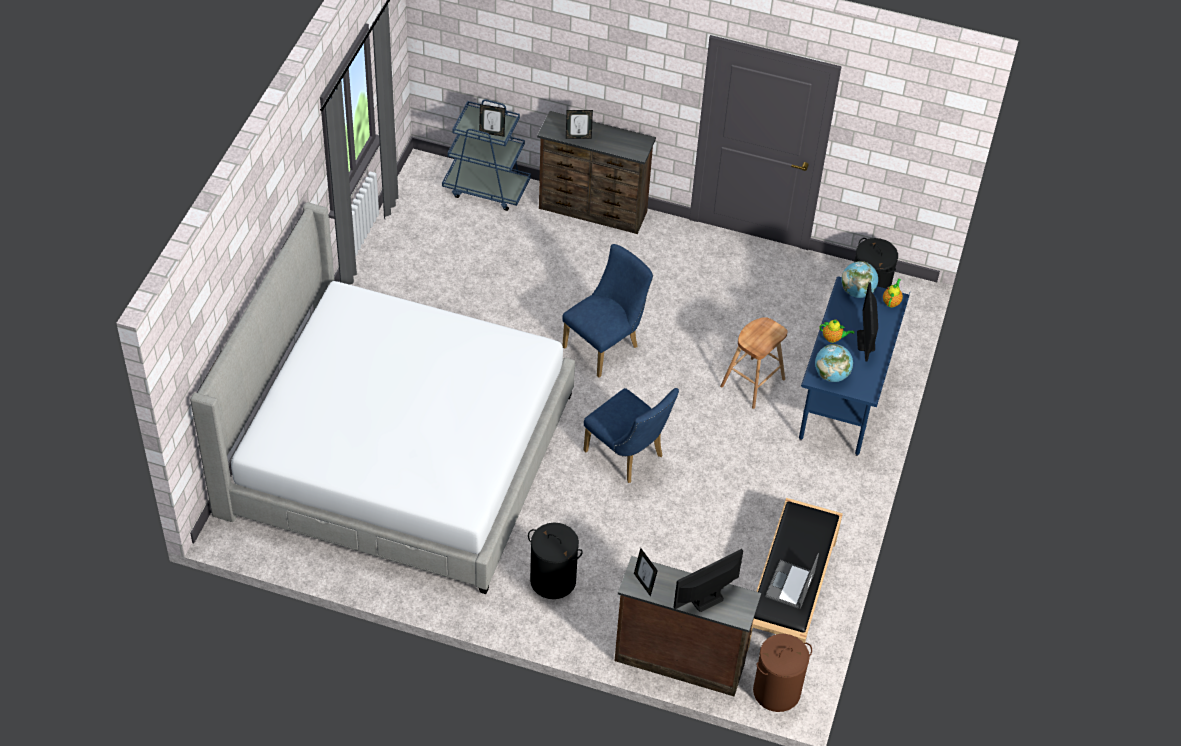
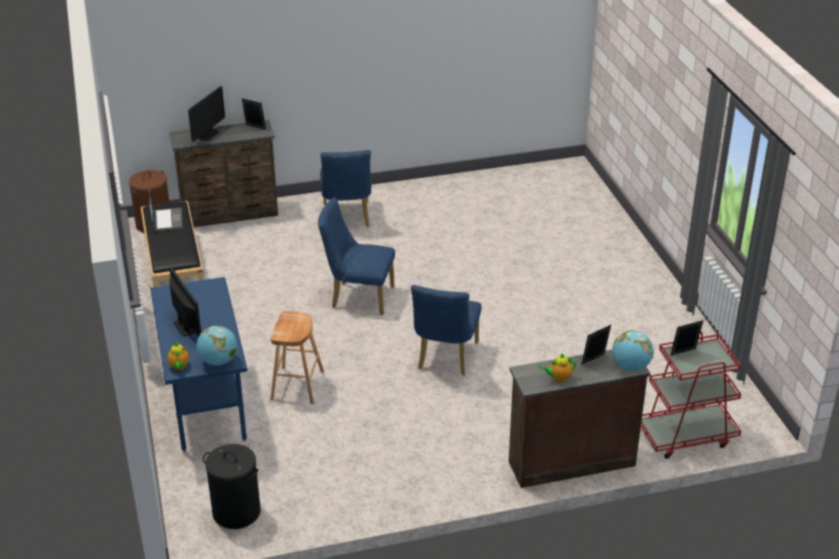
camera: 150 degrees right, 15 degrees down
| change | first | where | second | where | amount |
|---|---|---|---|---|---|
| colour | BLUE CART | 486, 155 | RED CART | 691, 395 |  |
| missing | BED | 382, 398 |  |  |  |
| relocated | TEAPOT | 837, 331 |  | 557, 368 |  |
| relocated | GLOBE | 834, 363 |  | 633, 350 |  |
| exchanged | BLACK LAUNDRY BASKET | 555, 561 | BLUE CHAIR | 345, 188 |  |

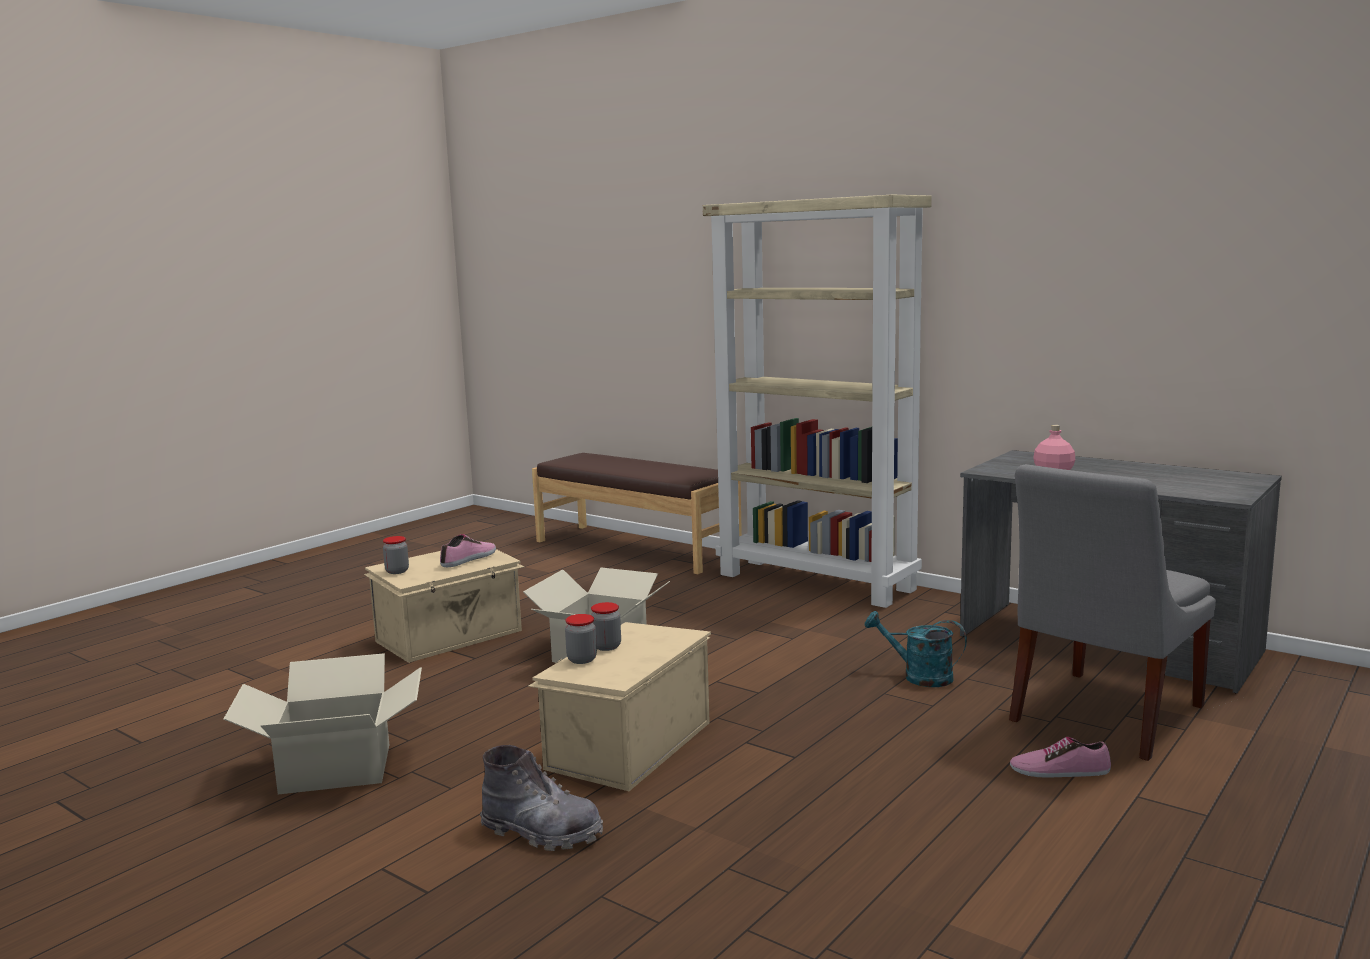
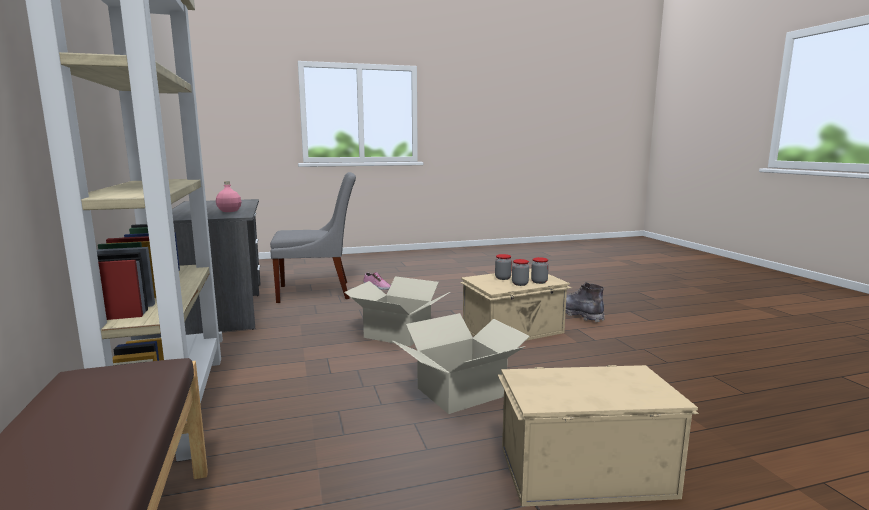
camera: 145 degrees left, 0 degrees up
| change | first | where | second | where | amount |
|---|---|---|---|---|---|
| missing | SHOE | 468, 550 |  |  |  |
| relocated | JAR | 396, 555 |  | 503, 267 |  |
| missing | TURQUOISE WATERING CAN | 916, 649 |  |  |  |
| relocated | CARDBOARD BOX | 323, 724 |  | 397, 311 |  |

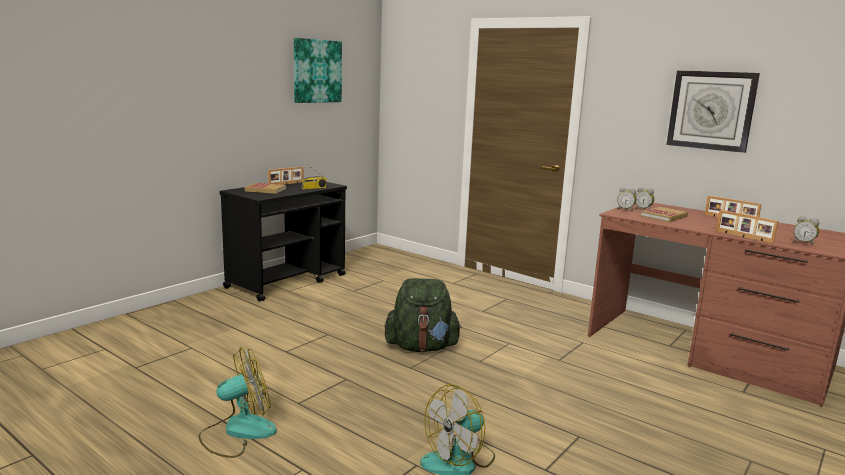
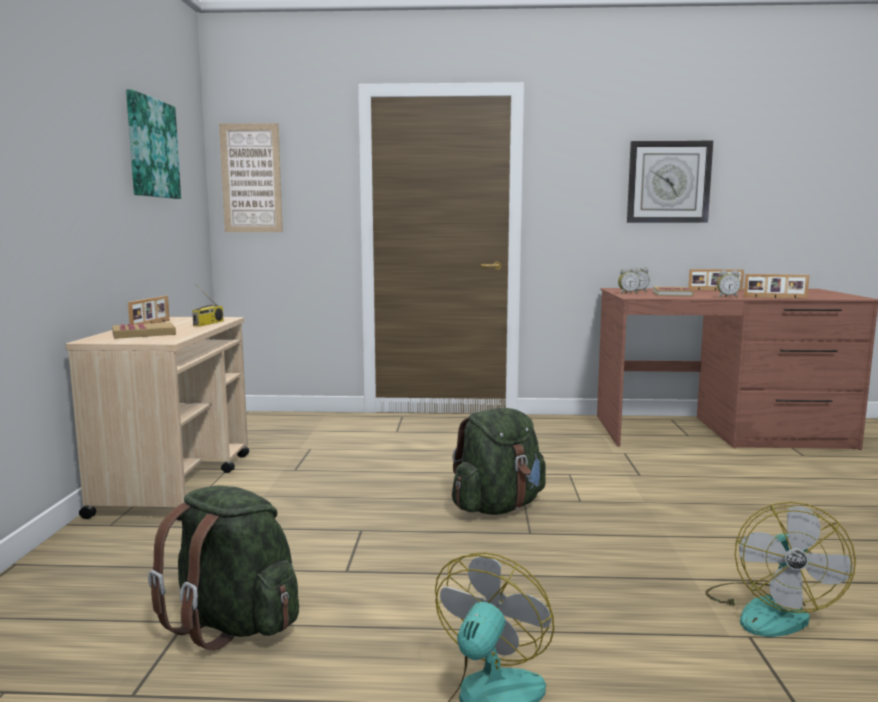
camera: 35 degrees left, 5 degrees down
| change | first | where | second | where | amount |
|---|---|---|---|---|---|
| colour | BLACK CART | 283, 242 | BEIGE CART | 157, 419 |  |
| relocated | ALARM CLOCK | 806, 231 |  | 729, 284 |  |
| appeared |  |  | PICTURE | 251, 177 |  |
| appeared |  |  | GREEN BACKPACK | 223, 568 |  |

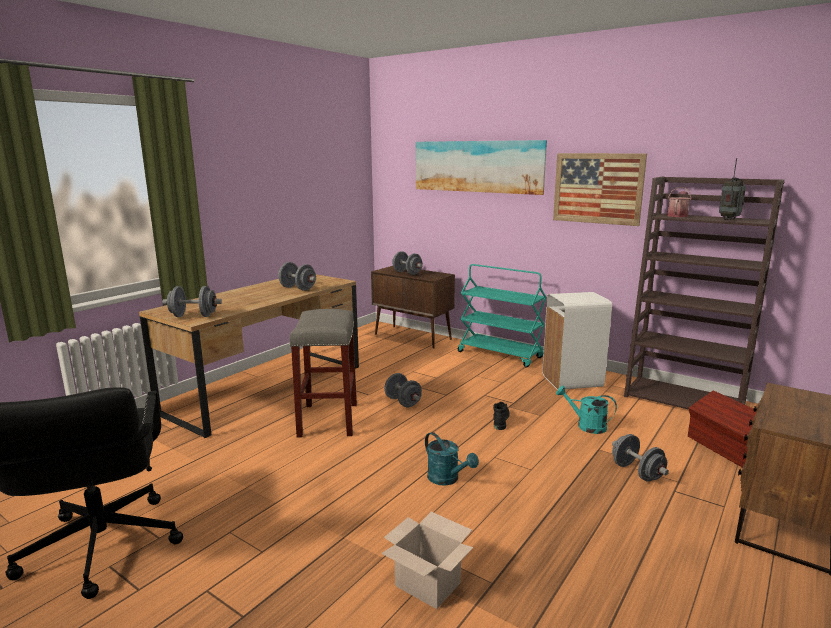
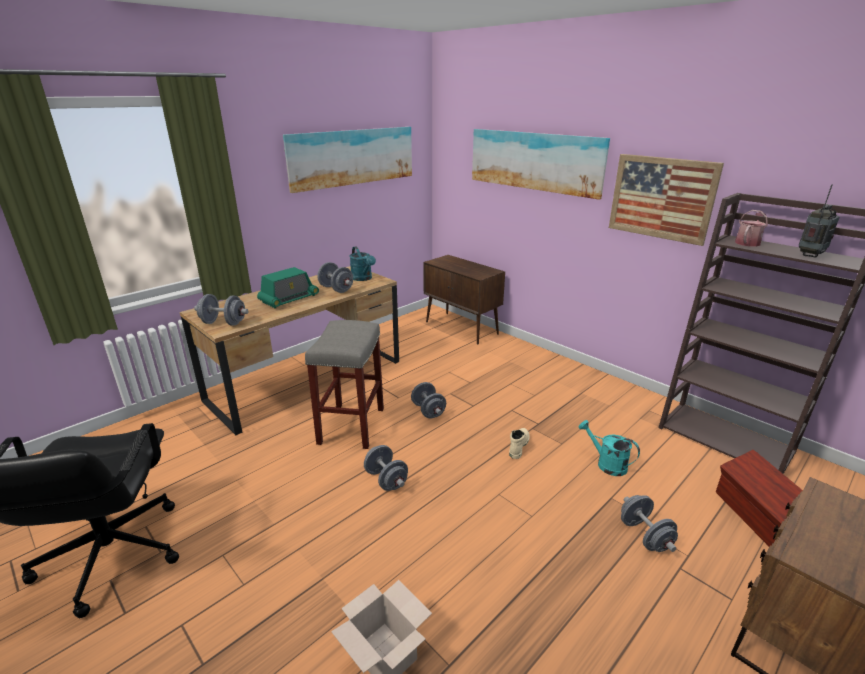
camera: 10 degrees right, 10 degrees up
| change | first | where | second | where | amount |
|---|---|---|---|---|---|
| relocated | GREY DUMBBELL | 407, 263 |  | 386, 468 |  |
| missing | TURQUOISE CART | 502, 316 |  |  |  |
| missing | WHITE TRASH CAN | 577, 341 |  |  |  |
| colour | BLACK BOOT | 501, 416 | BEIGE BOOT | 519, 443 |  |
| relocated | TURQUOISE WATERING CAN | 452, 459 |  | 363, 264 |  |
| appeared |  |  | PICTURE | 347, 160 |  |
| appeared |  |  | RADIO | 288, 288 |  |

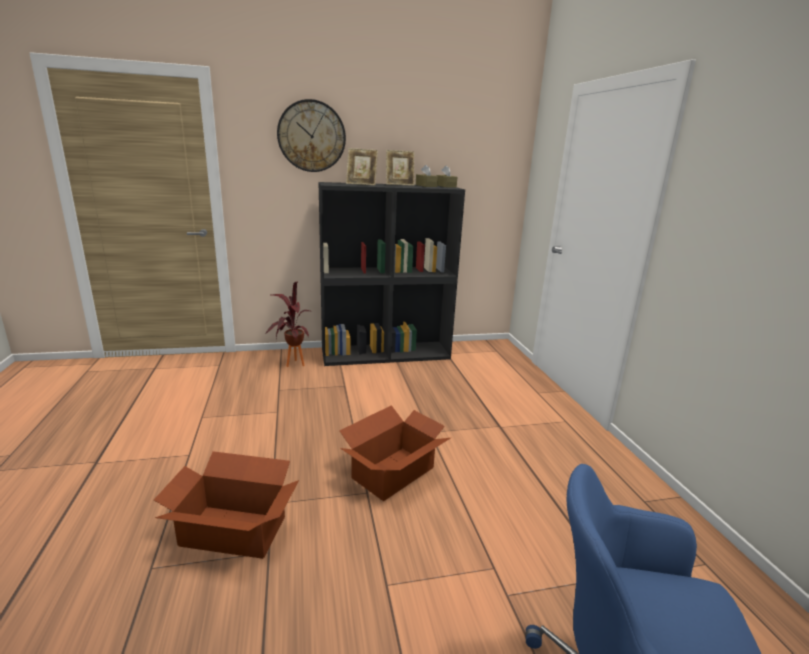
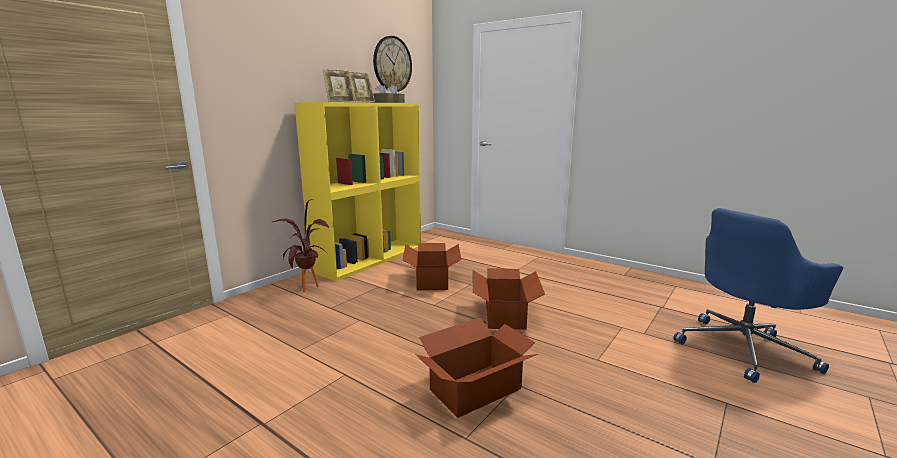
camera: 40 degrees left, 5 degrees down
| change | first | where | second | where | amount |
|---|---|---|---|---|---|
| relocated | WALL CLOCK | 311, 135 |  | 392, 64 |  |
| colour | BLACK BOOKCASE | 392, 274 | YELLOW BOOKCASE | 358, 191 |  |
| appeared |  |  | CARDBOARD BOX | 432, 266 |  |

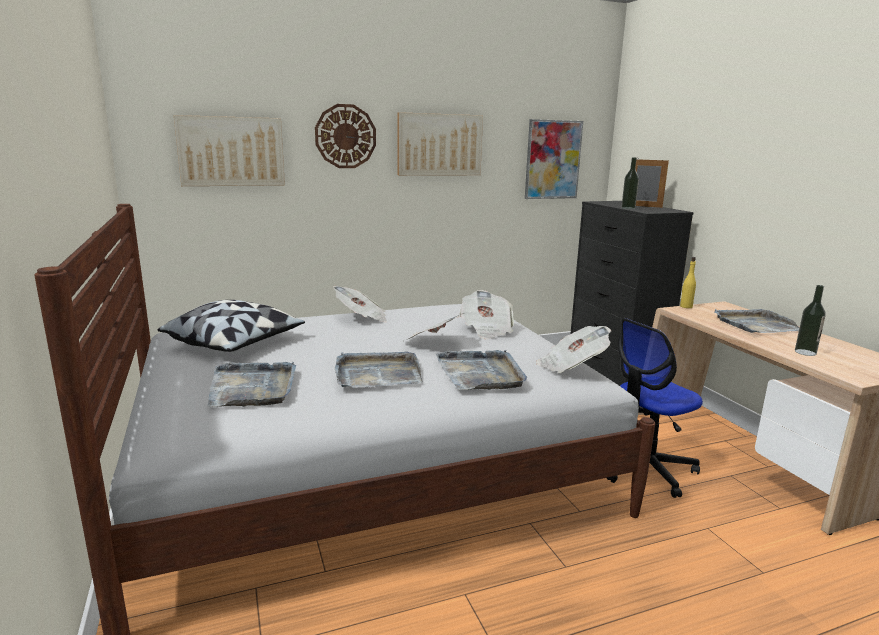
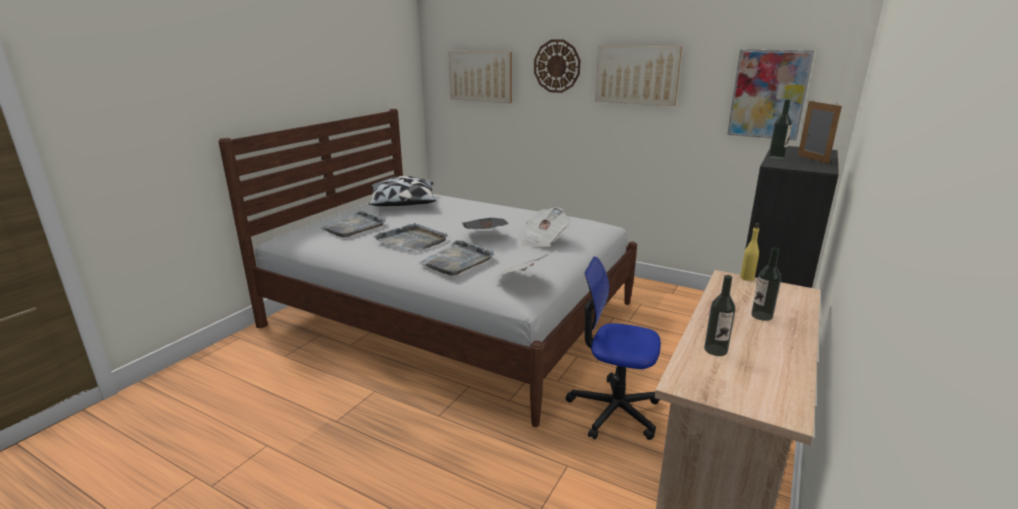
camera: 50 degrees right, 5 degrees up
| change | first | where | second | where | amount |
|---|---|---|---|---|---|
| missing | NEWSPAPER | 360, 304 |  |  |  |
| exchanged | GREY TRAY | 757, 321 | BOTTLE | 766, 284 |  |

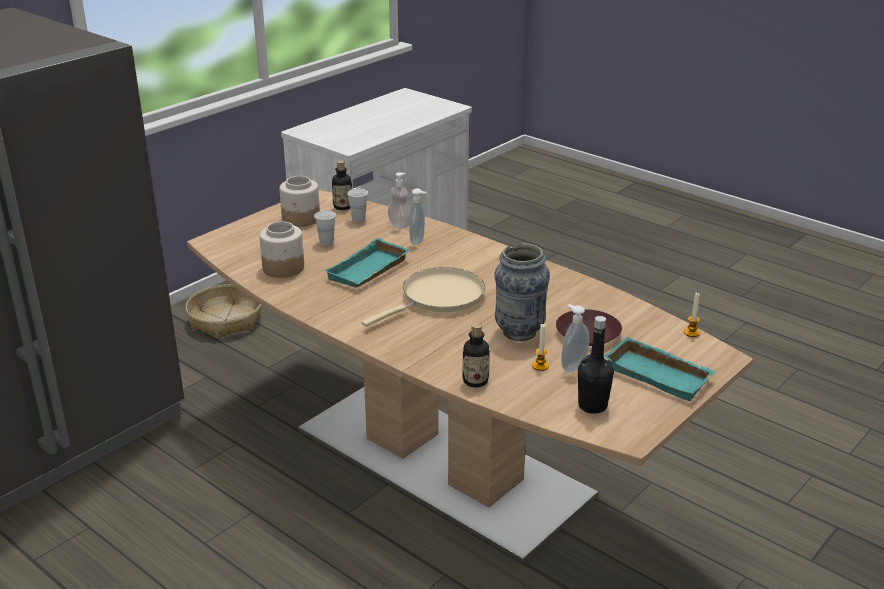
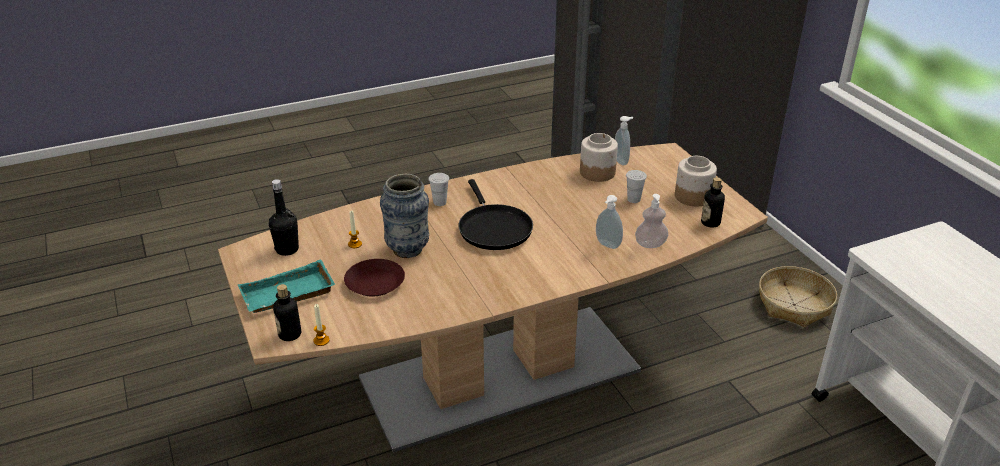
camera: 115 degrees right, 5 degrees up
| change | first | where | second | where | amount |
|---|---|---|---|---|---|
| relocated | WHITE CUP | 357, 205 |  | 438, 189 |  |
| missing | TURQUOISE TRAY | 367, 263 |  |  |  |
| colour | BEIGE FRYING PAN | 423, 297 | BLACK FRYING PAN | 496, 214 |  |
| relocated | SOAP DISPENSER | 575, 338 |  | 624, 141 |  |
| relocated | BOTTLE | 476, 355 |  | 287, 312 |  |

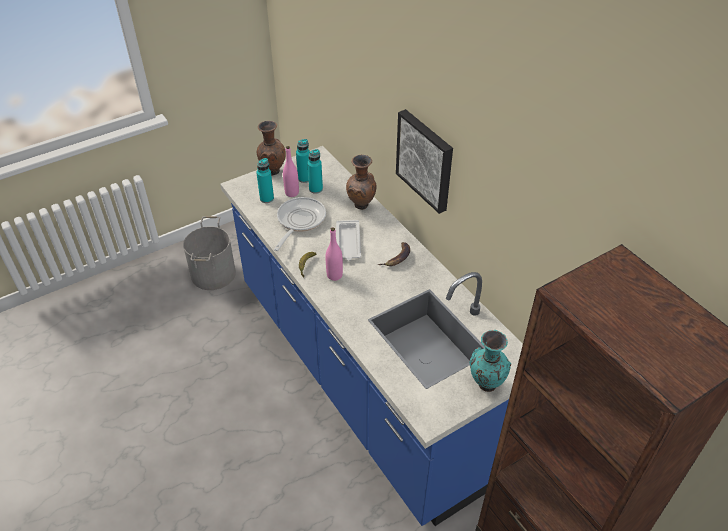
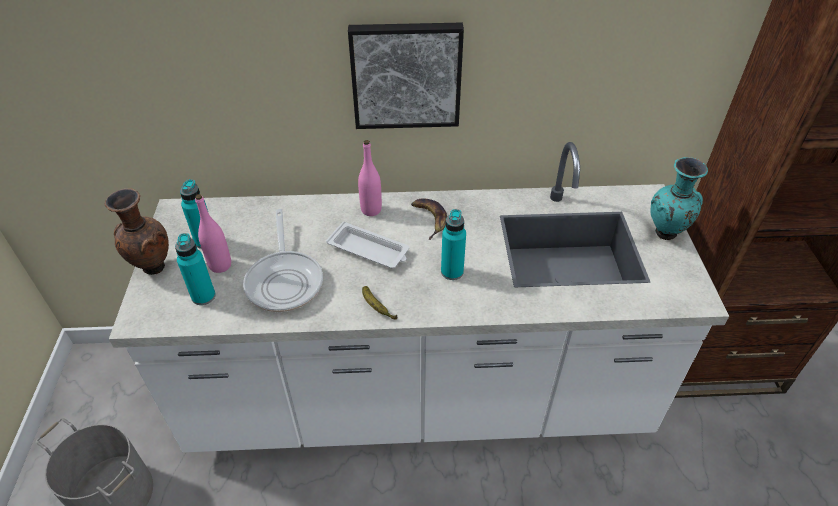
camera: 60 degrees left, 0 degrees up
| change | first | where | second | where | amount |
|---|---|---|---|---|---|
| colour | BLUE COUNTER | 371, 336 | WHITE COUNTER | 419, 297 |  |
| relocated | TURQUOISE BOTTLE | 315, 171 |  | 453, 244 |  |
| missing | BROWN VASE | 361, 182 |  |  |  |
| spun | FRYING PAN | 300, 224 |  | 283, 260 | 150 degrees counterclockwise |
| relocated | PINK BOTTLE | 334, 254 |  | 370, 178 |  |

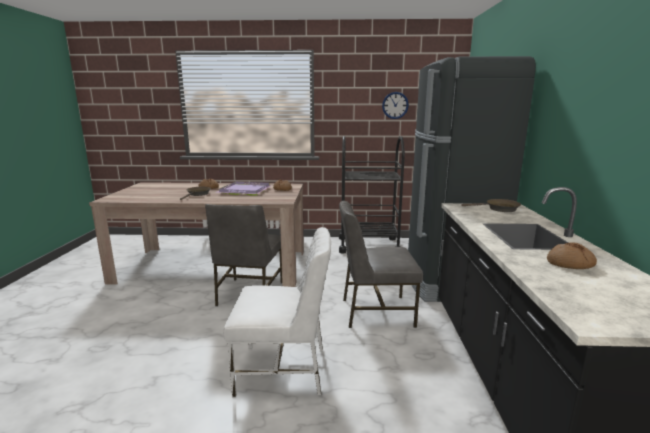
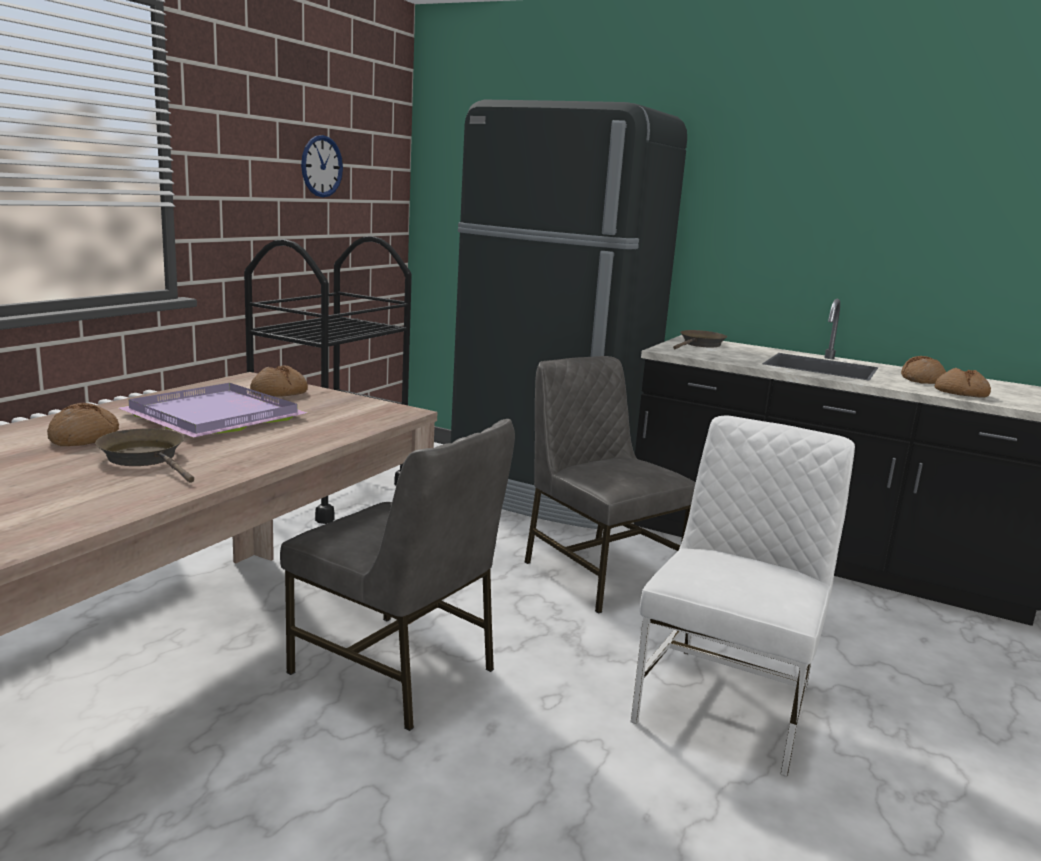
camera: 65 degrees left, 0 degrees up
| change | first | where | second | where | amount |
|---|---|---|---|---|---|
| spun | GREY CHAIR | 381, 264 |  | 610, 485 | 120 degrees clockwise |
| appeared |  |  | BREAD | 963, 383 |  |

